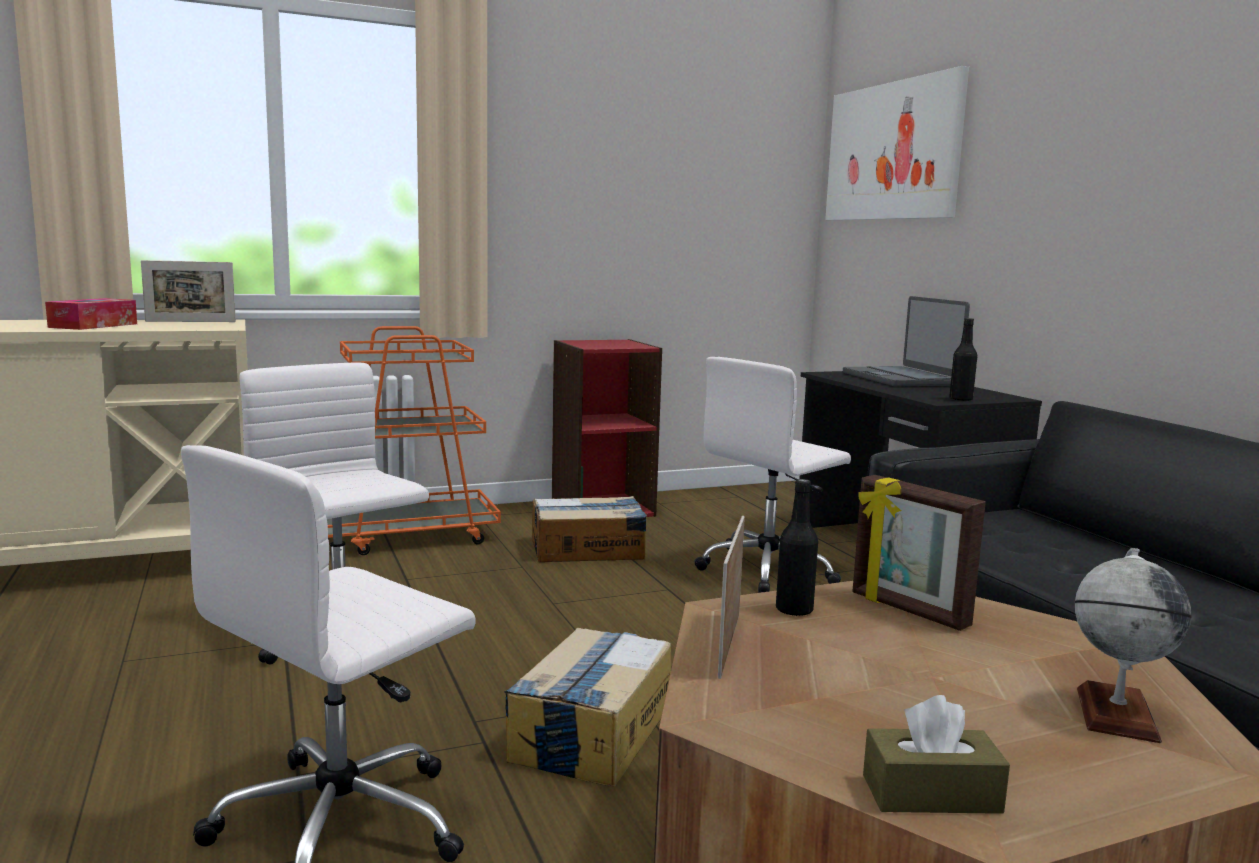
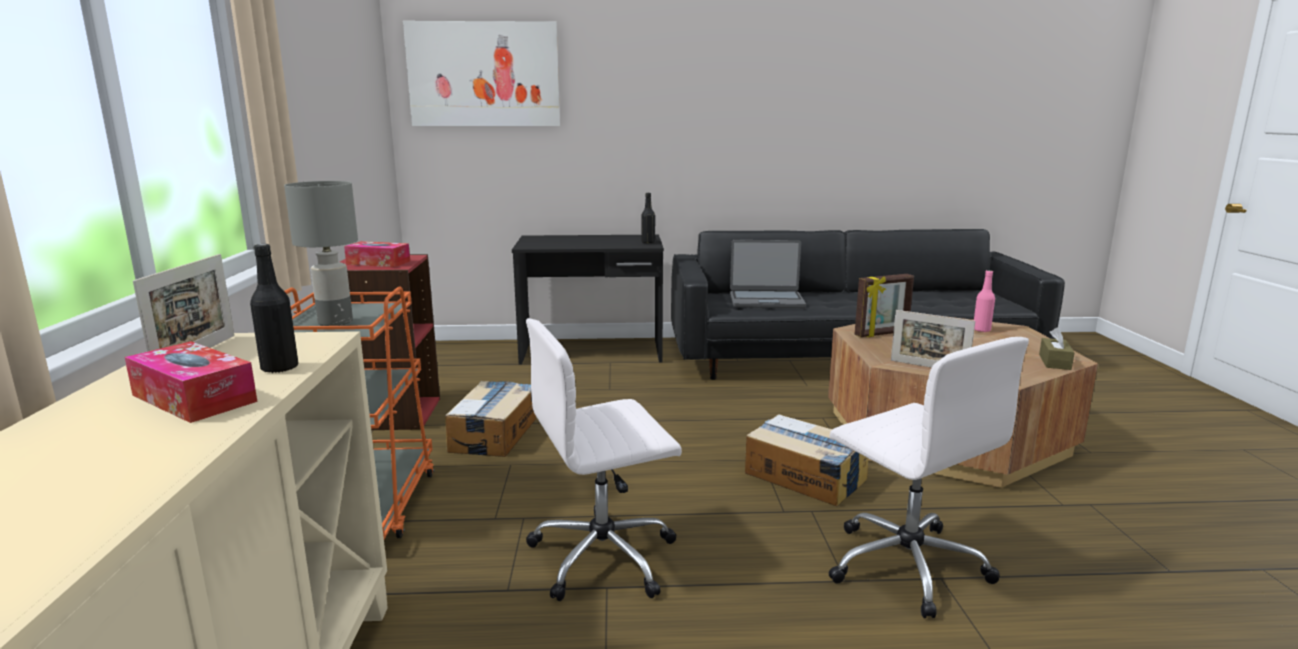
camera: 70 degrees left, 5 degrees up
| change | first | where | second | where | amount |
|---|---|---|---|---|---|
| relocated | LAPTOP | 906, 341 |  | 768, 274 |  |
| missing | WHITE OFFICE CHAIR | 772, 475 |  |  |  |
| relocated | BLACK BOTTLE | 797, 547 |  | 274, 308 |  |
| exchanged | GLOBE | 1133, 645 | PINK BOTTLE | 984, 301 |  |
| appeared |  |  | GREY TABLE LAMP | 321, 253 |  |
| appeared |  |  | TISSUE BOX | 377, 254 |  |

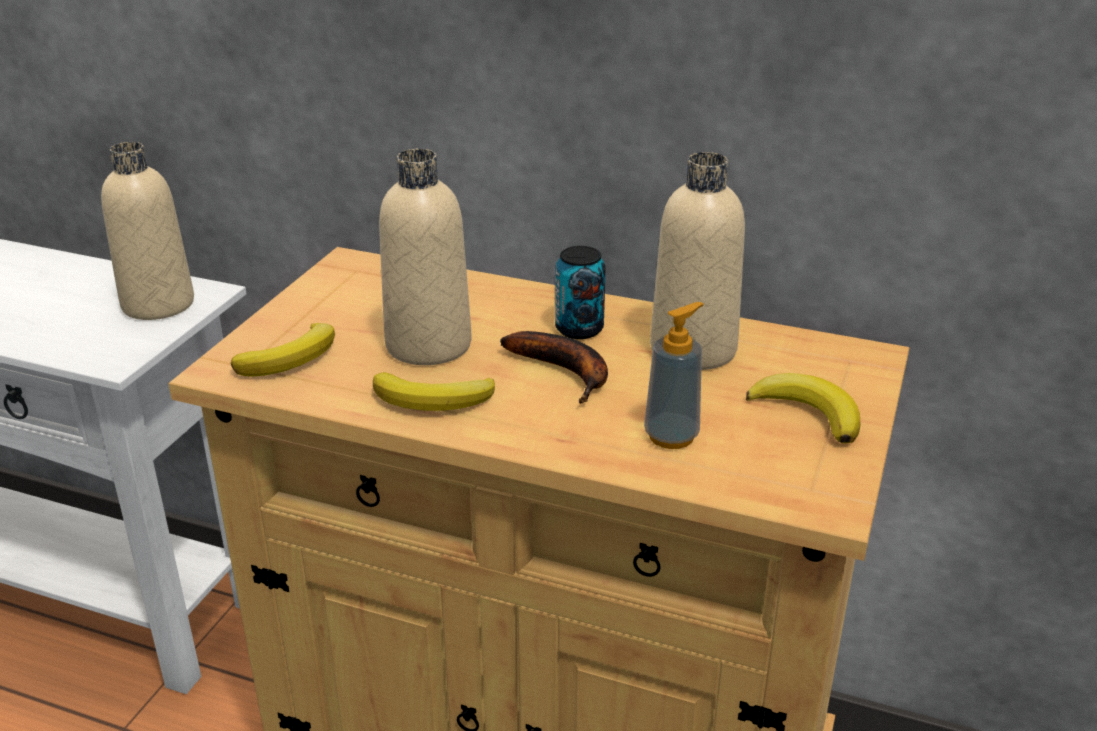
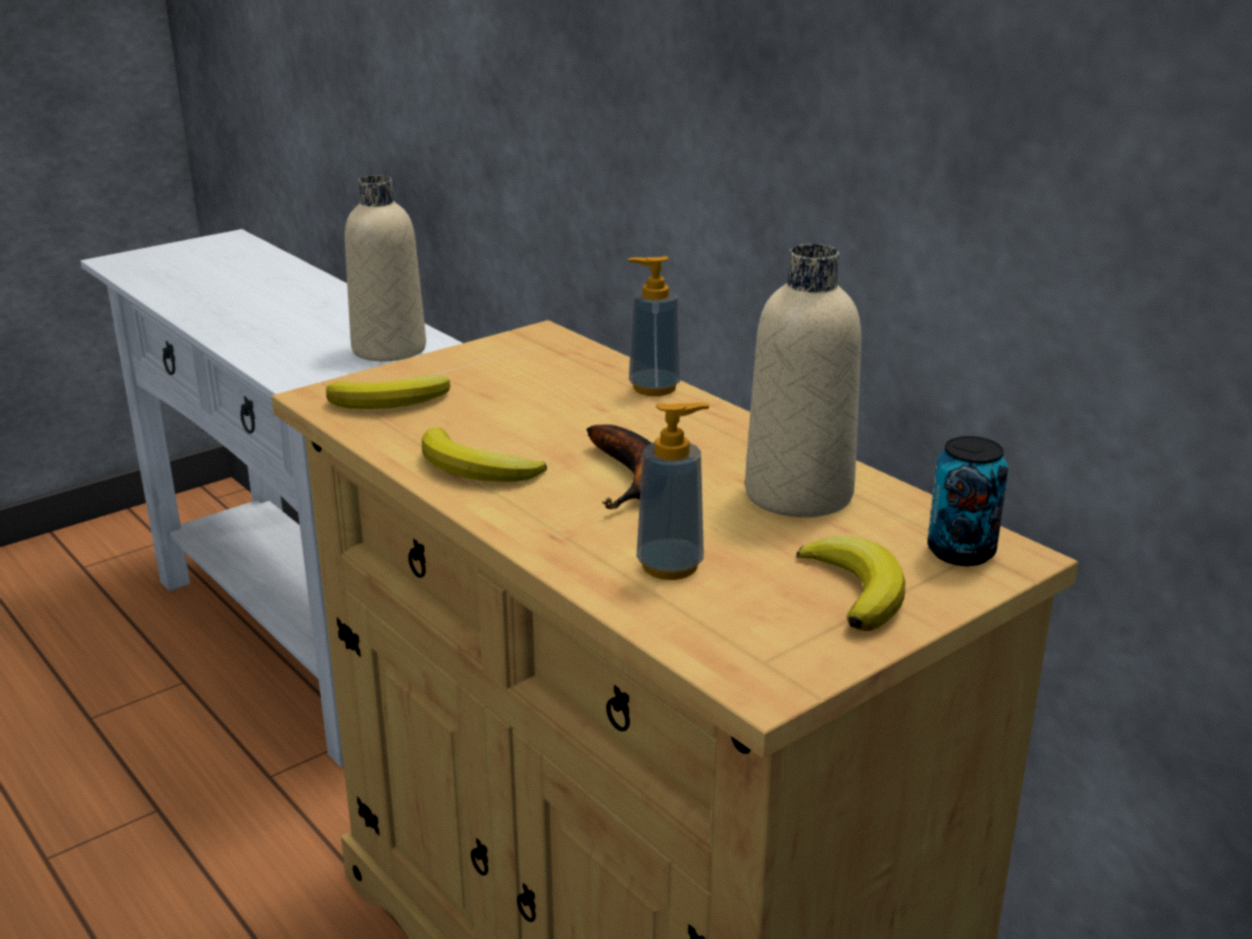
camera: 30 degrees right, 5 degrees down
| change | first | where | second | where | amount |
|---|---|---|---|---|---|
| missing | BEIGE BOTTLE | 425, 257 |  |  |  |
| relocated | CAN | 580, 292 |  | 967, 501 |  |
| appeared |  |  | SOAP DISPENSER | 654, 326 |  |

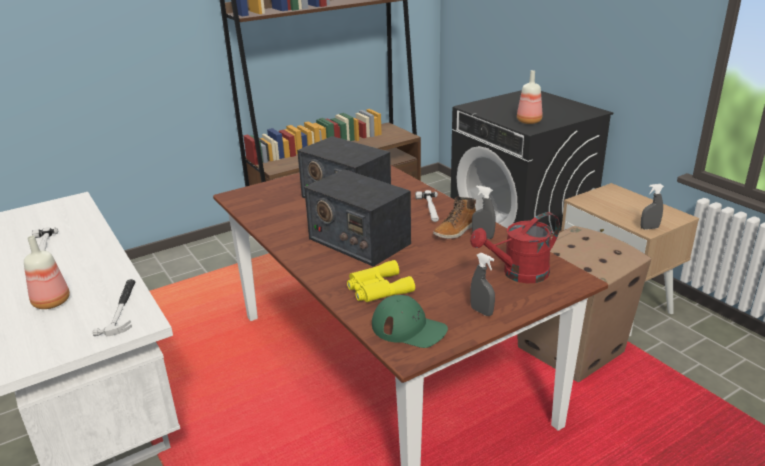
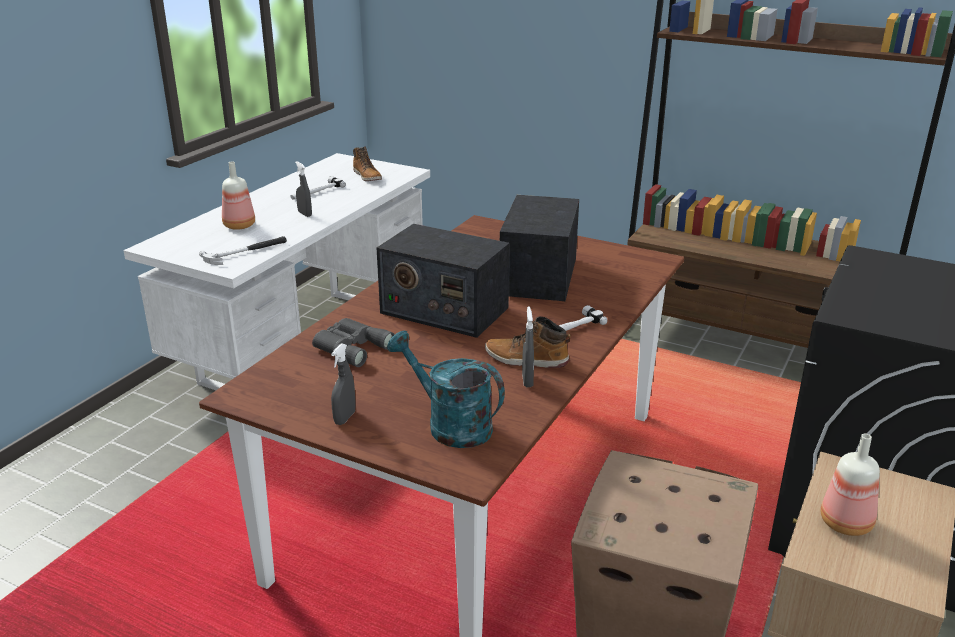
camera: 60 degrees right, 0 degrees up
| change | first | where | second | where | amount |
|---|---|---|---|---|---|
| relocated | BOTTLE | 529, 97 |  | 850, 485 |  |
| spun | RADIO | 357, 218 |  | 443, 281 | 75 degrees counterclockwise |
| relocated | GREY SPRAY BOTTLE | 652, 206 |  | 303, 189 |  |
| colour | RED WATERING CAN | 515, 247 | TURQUOISE WATERING CAN | 446, 389 |  |
| colour | YELLOW BINOCULARS | 381, 281 | GREY BINOCULARS | 353, 342 |  |
| missing | GREEN CAP | 410, 321 |  |  |  |
| appeared |  |  | BOOT | 367, 164 |  |

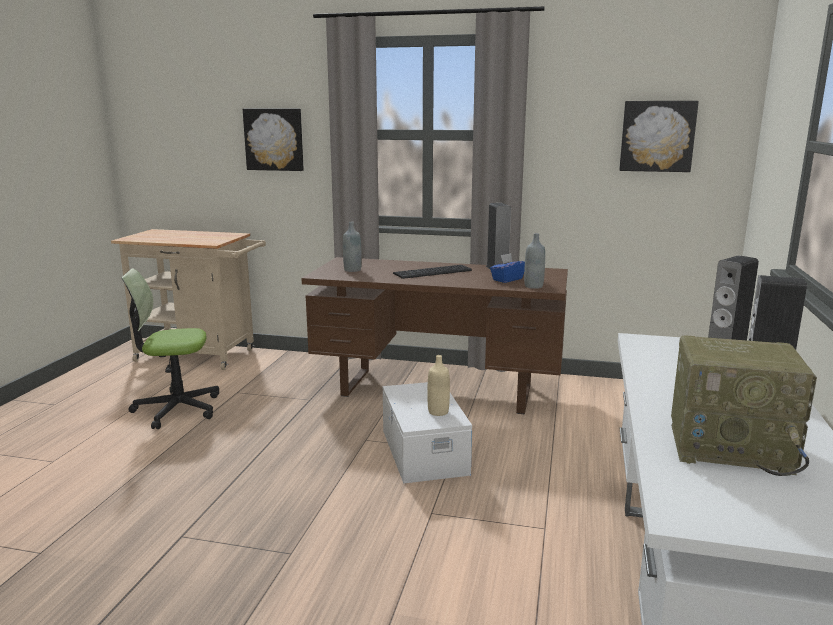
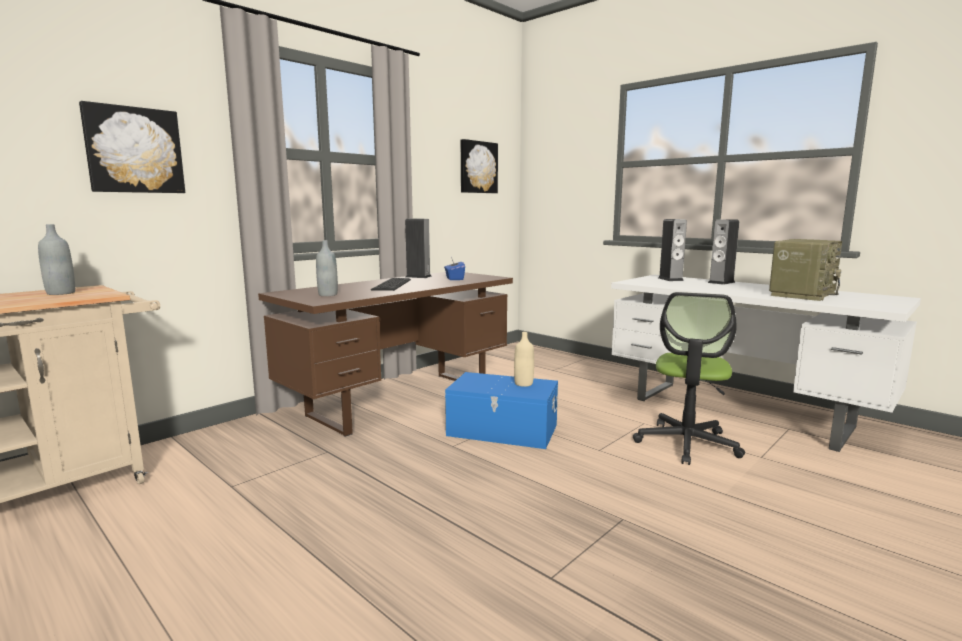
camera: 60 degrees left, 5 degrees down
| change | first | where | second | where | amount |
|---|---|---|---|---|---|
| relocated | GREY BOTTLE | 534, 261 |  | 56, 259 |  |
| relocated | OFFICE CHAIR | 170, 348 |  | 689, 378 |  |
| colour | WHITE STORAGE BOX | 427, 433 | BLUE STORAGE BOX | 501, 410 |  |

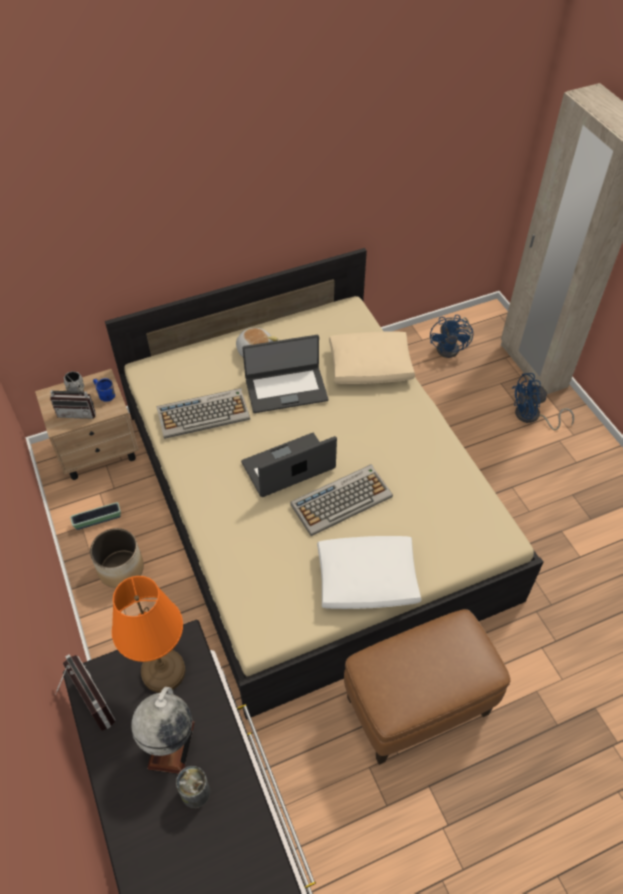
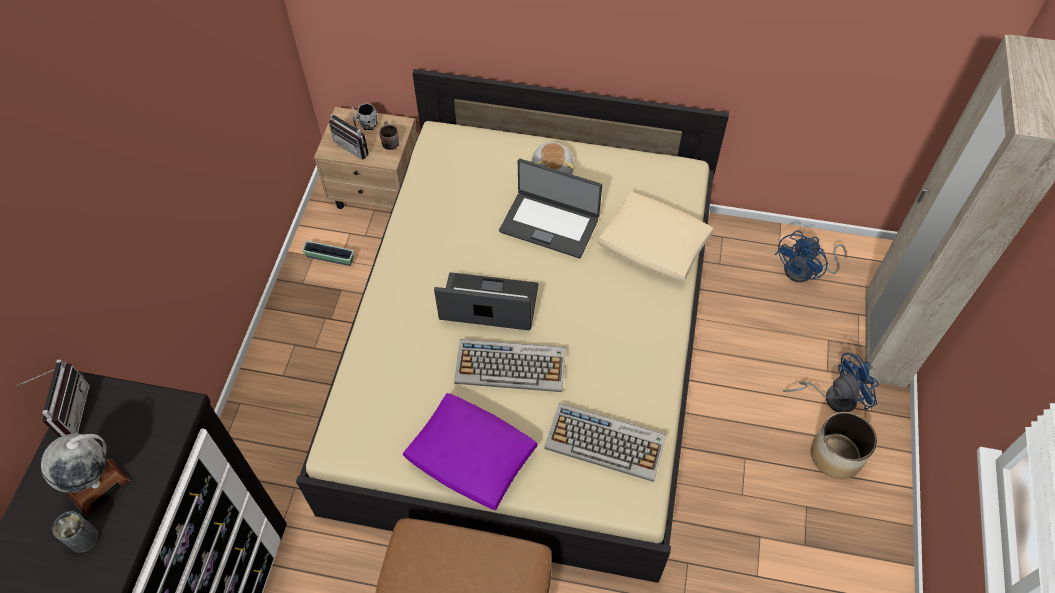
camera: 35 degrees right, 5 degrees up
| change | first | where | second | where | amount |
|---|---|---|---|---|---|
| spun | BLUE FAN | 543, 401 |  | 831, 382 | 135 degrees clockwise |
| colour | BLUE MUG | 104, 390 | BROWN MUG | 389, 135 |  |
| relocated | KEYBOARD | 203, 413 |  | 605, 442 |  |
| relocated | PLANTER | 117, 558 |  | 844, 445 |  |
| colour | WHITE PILLOW | 369, 572 | PURPLE PILLOW | 470, 451 |  |
| missing | ORANGE TABLE LAMP | 149, 634 |  |  |  |

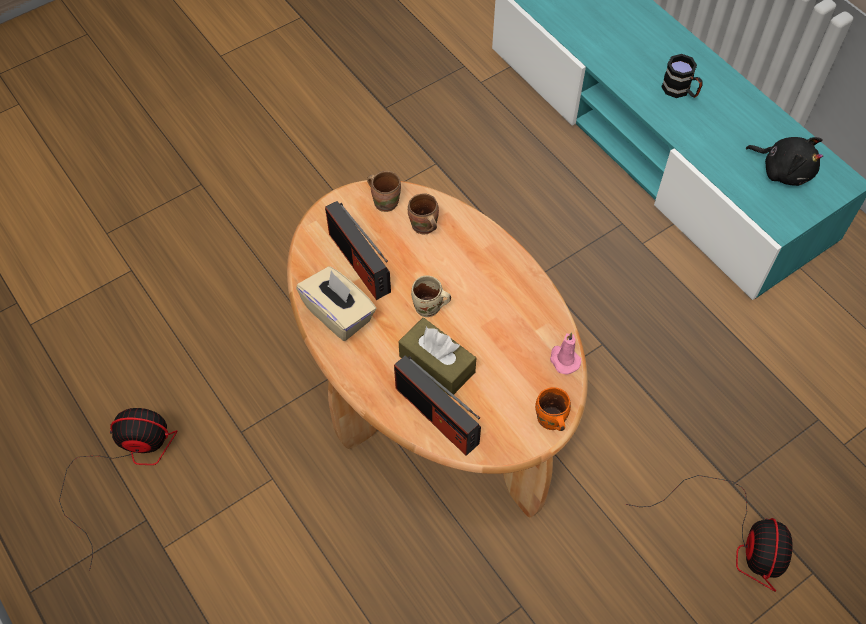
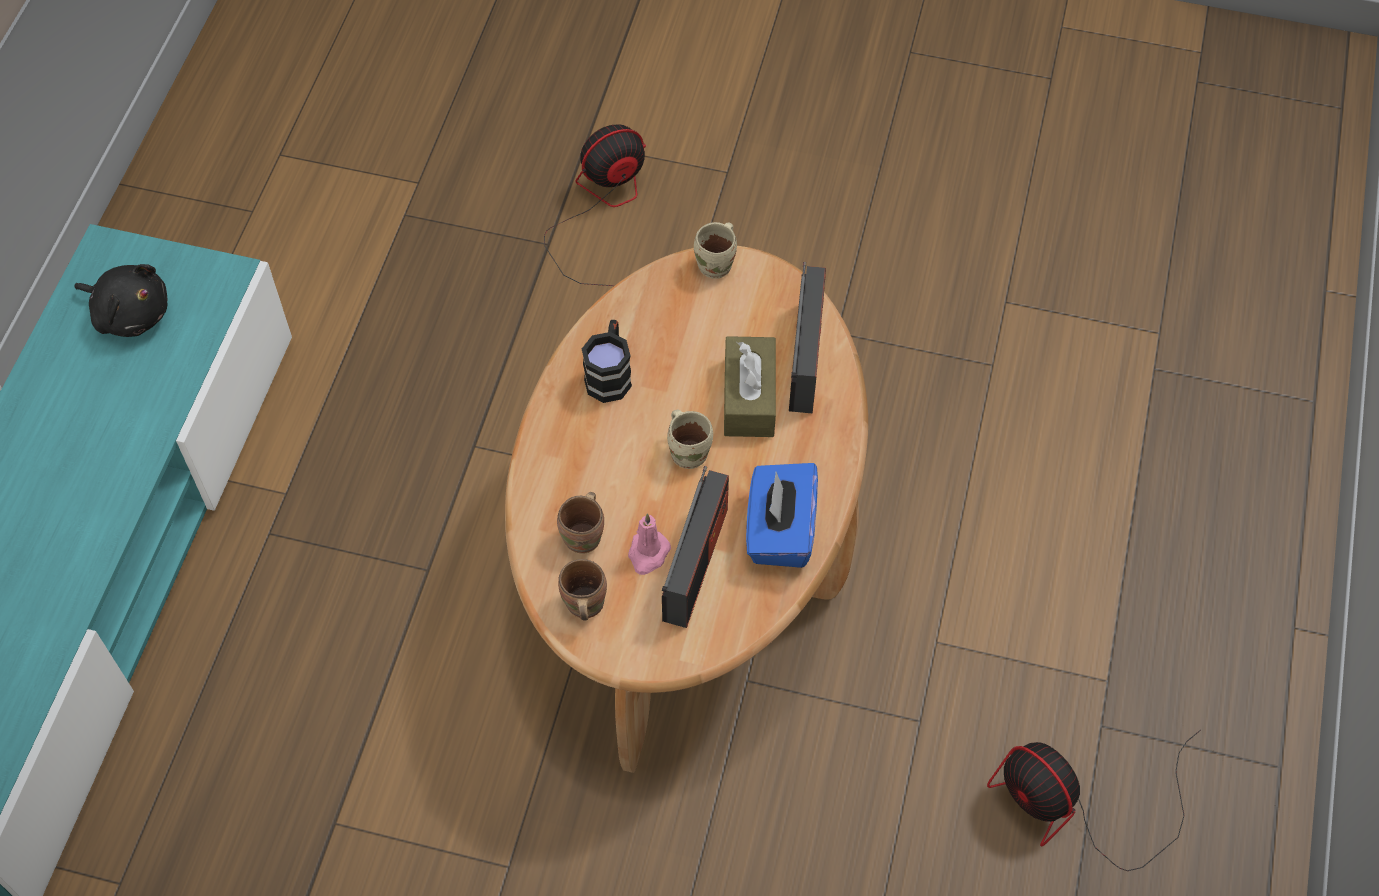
camera: 130 degrees left, 0 degrees up
| change | first | where | second | where | amount |
|---|---|---|---|---|---|
| relocated | BLACK MUG | 682, 76 |  | 607, 361 |  |
| spun | BLACK PLUSH TOY | 784, 161 |  | 121, 300 | 120 degrees clockwise |
| colour | BEIGE TISSUE BOX | 336, 303 | BLUE TISSUE BOX | 782, 515 |  |
| relocated | PINK CANDLE | 565, 353 |  | 649, 544 |  |
| colour | ORANGE MUG | 553, 409 | BEIGE MUG | 715, 250 |  |

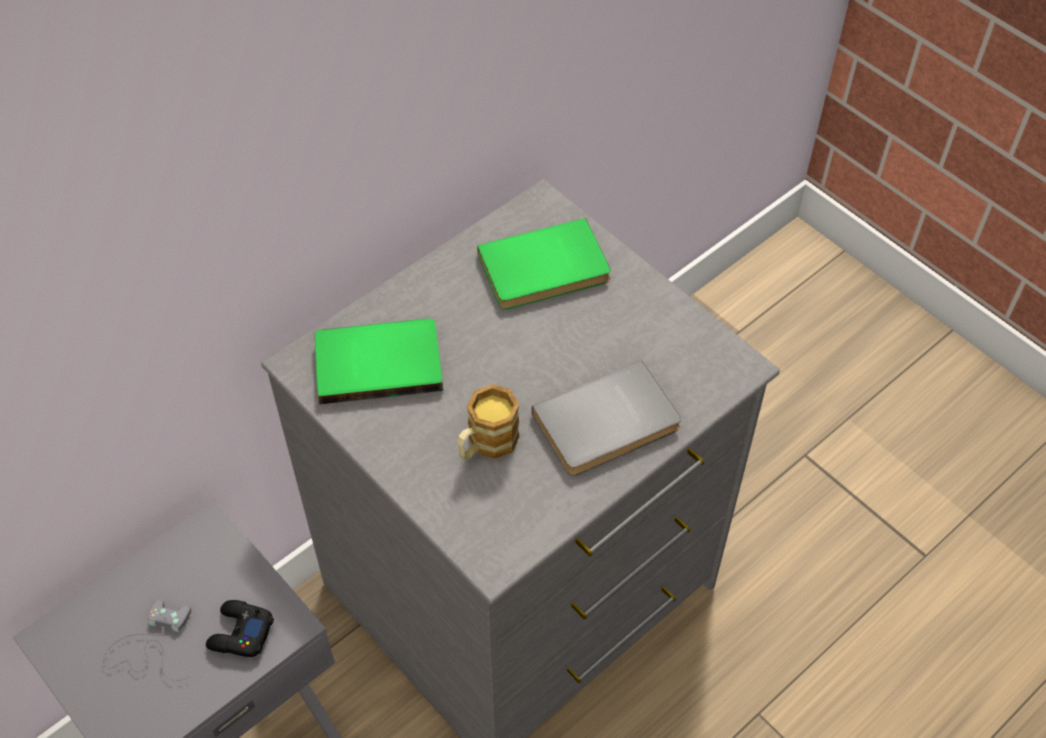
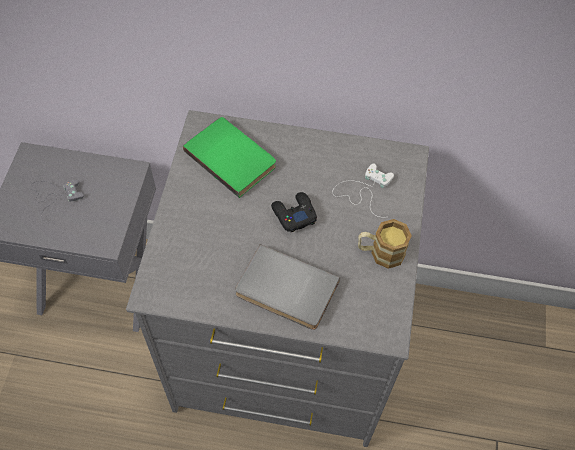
camera: 50 degrees right, 5 degrees up
| change | first | where | second | where | amount |
|---|---|---|---|---|---|
| exchanged | GREEN BOOK | 544, 263 | WHITE GAME CONTROLLER | 363, 191 |  |
| relocated | MUG | 488, 422 |  | 385, 244 |  |
| relocated | BLACK GAME CONTROLLER | 240, 628 |  | 294, 212 |  |

